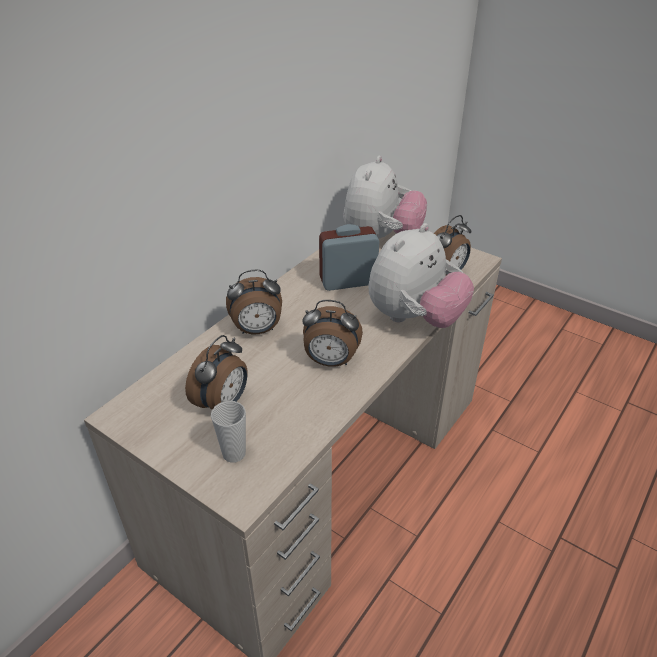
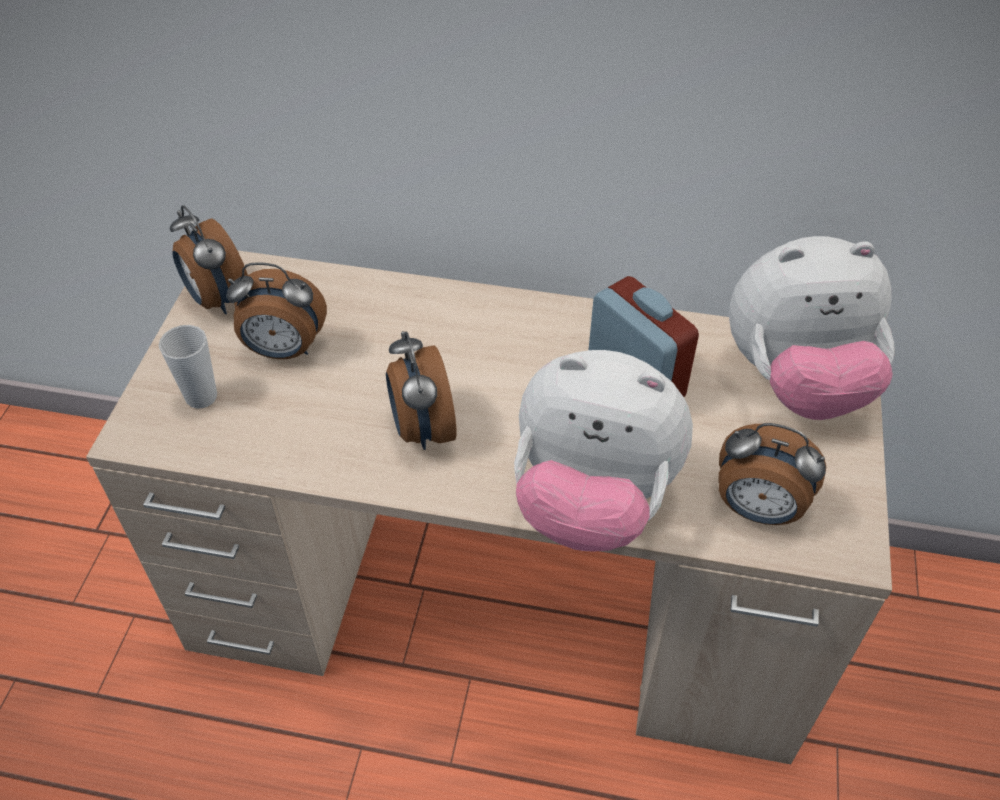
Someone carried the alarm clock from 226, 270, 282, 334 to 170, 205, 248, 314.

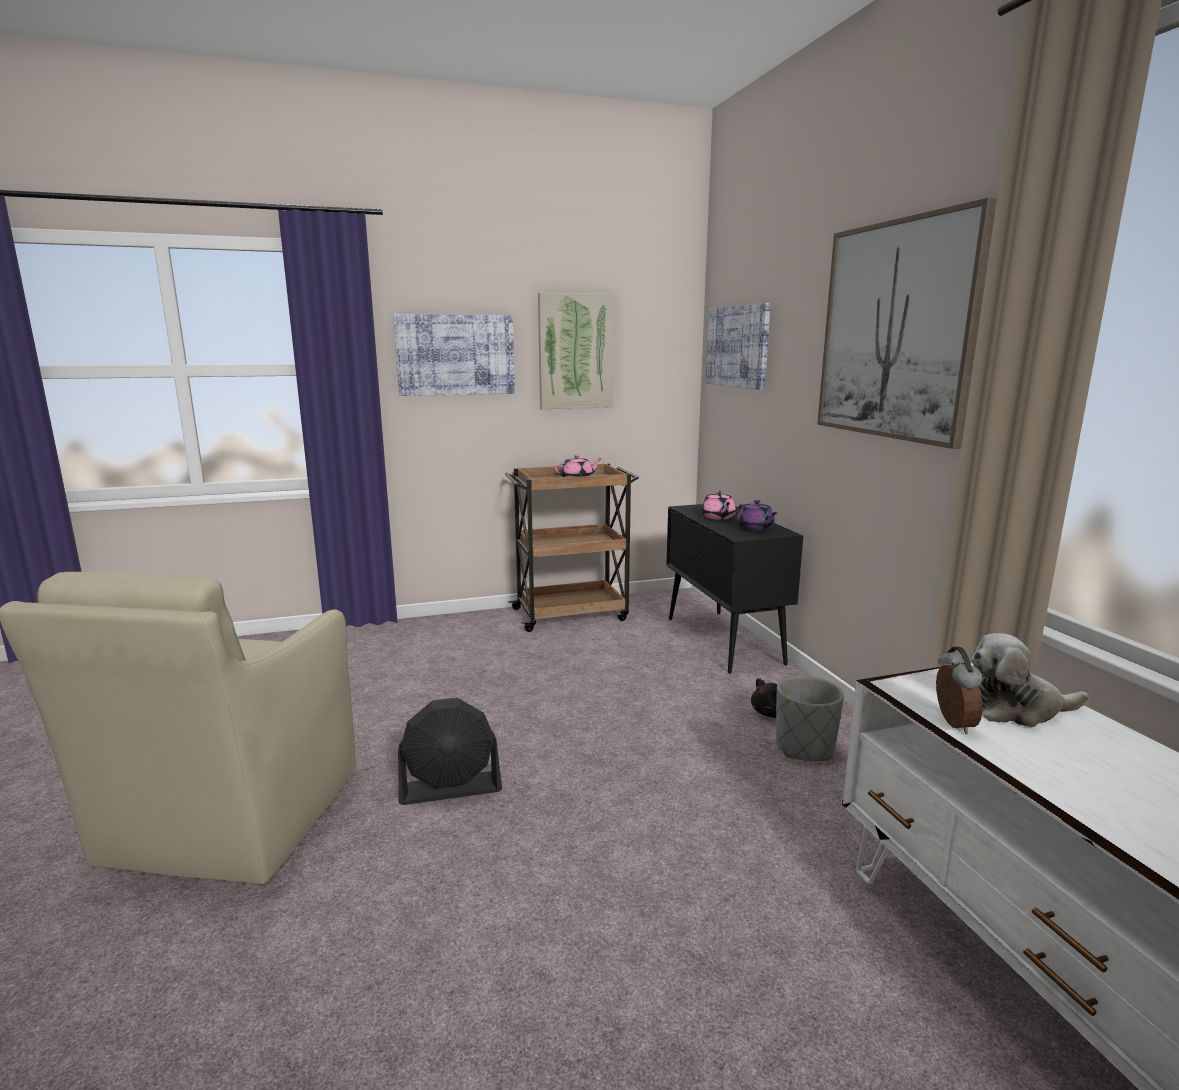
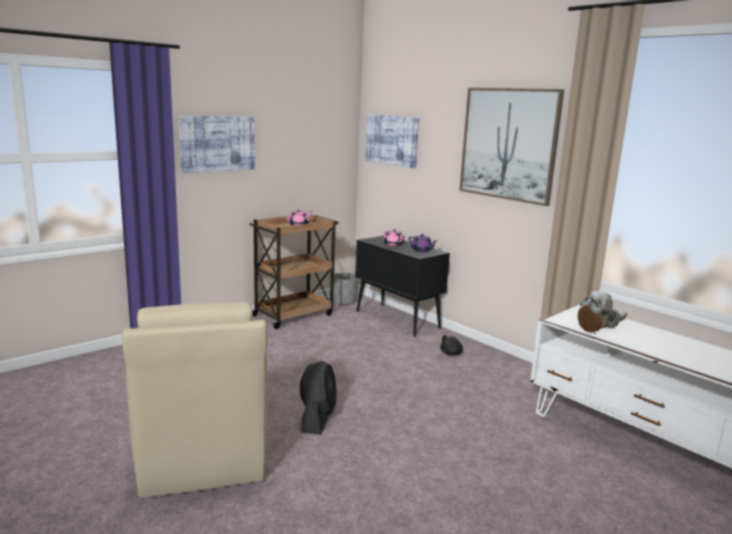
Someone rotated the blackish electric fan at 398, 698, 502, 805 by 45 degrees counterclockwise.
Someone took away the picture at 538, 292, 614, 409.
Someone carried the grey flower pot from 776, 675, 844, 761 to 333, 272, 359, 305.

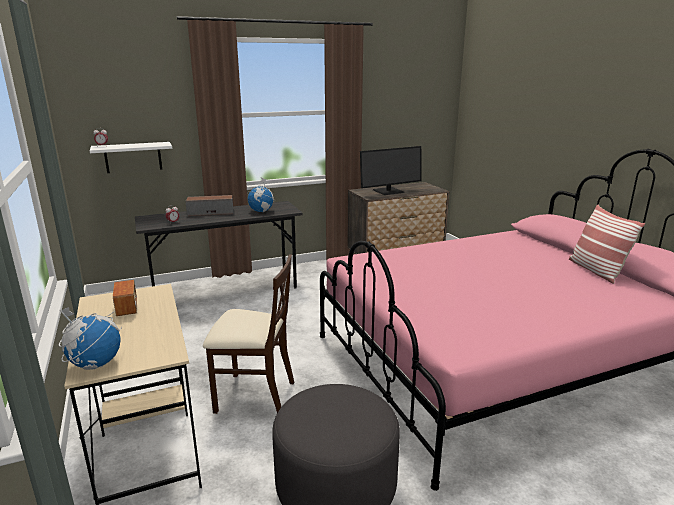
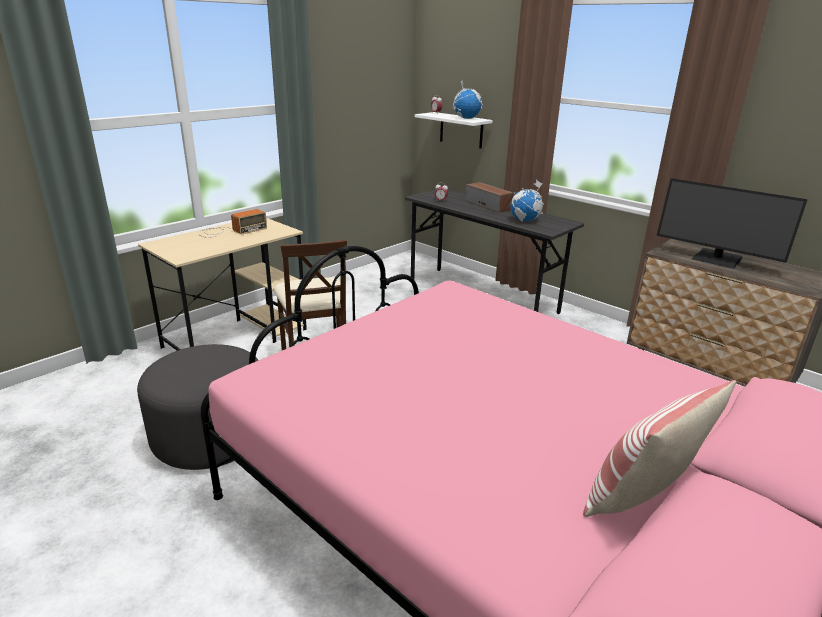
Someone carried the world globe from 59, 307, 120, 370 to 452, 80, 482, 119.

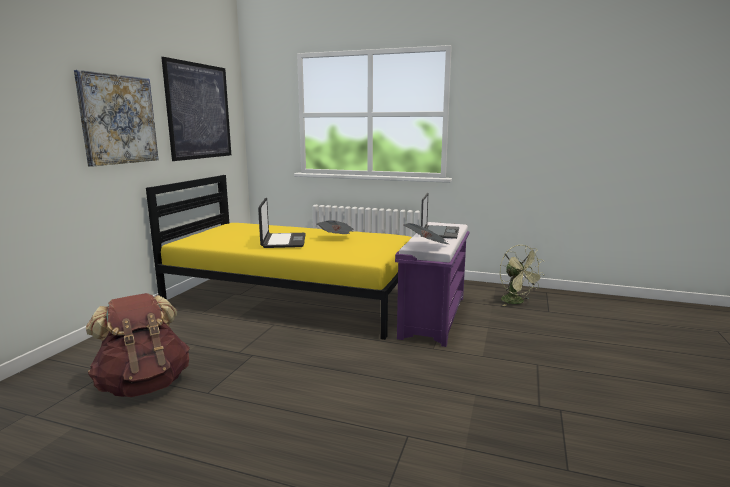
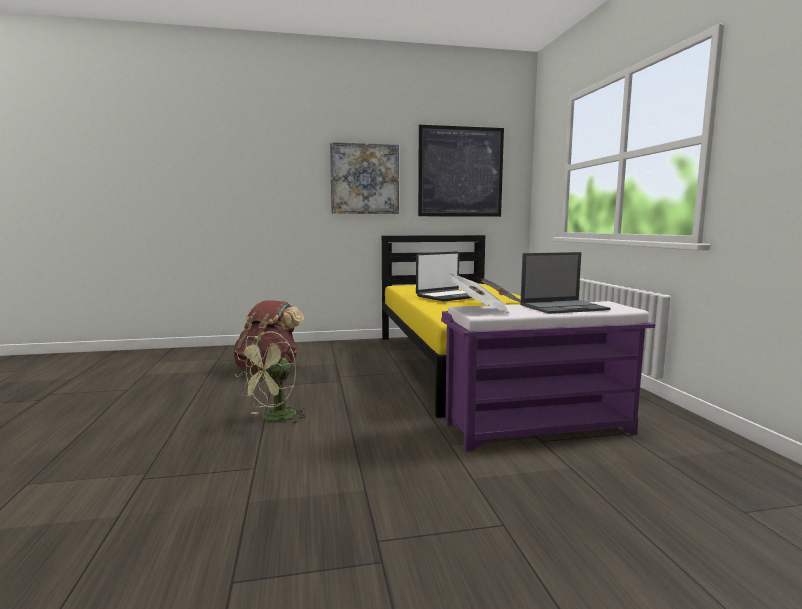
Someone carried the greenish electric fan from 500, 245, 545, 306 to 235, 331, 306, 424.

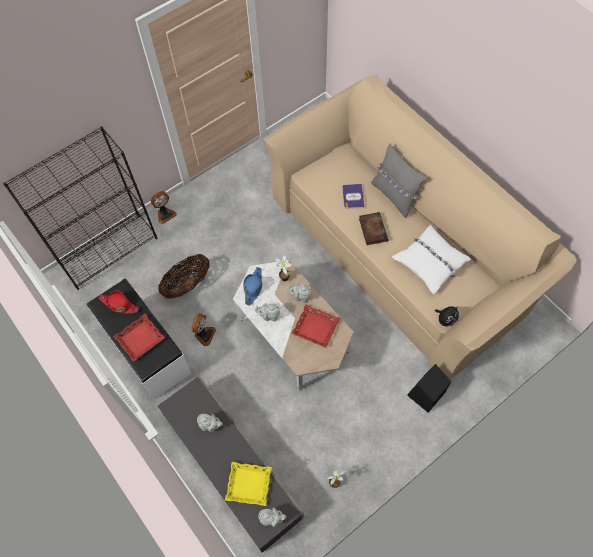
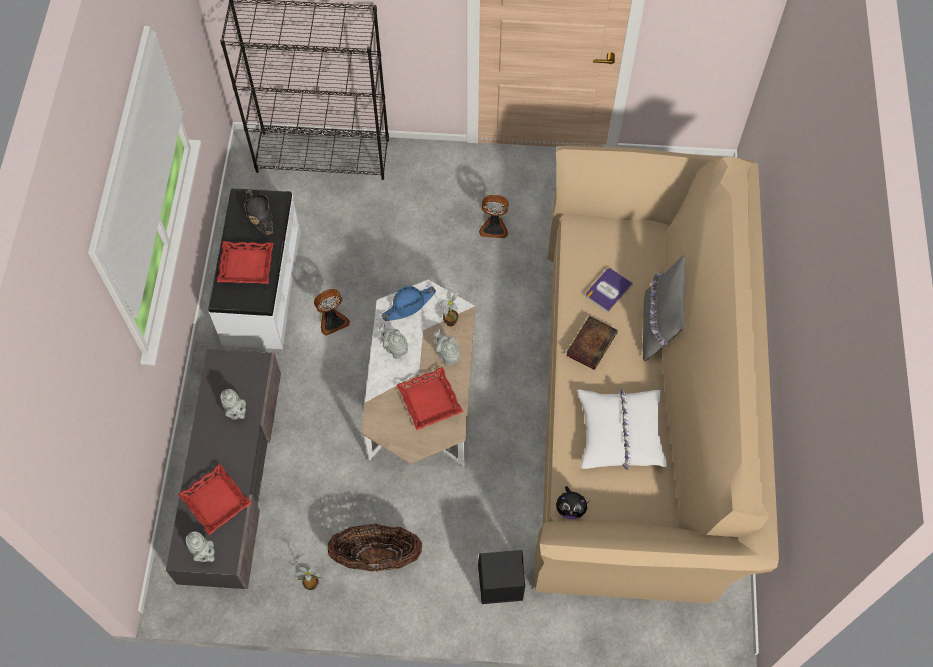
Someone repainted the red wearable hat at 99, 290, 139, 313, which became the blackish wearable hat at 244, 189, 273, 235.
Someone carried the electric fan from 151, 191, 177, 224 to 479, 195, 509, 238.
Someone carried the basket from 158, 254, 210, 299 to 327, 523, 422, 572.
Someone repainted the yellow-coloured serving tray at 225, 462, 272, 506, which became the red serving tray at 178, 464, 251, 535.

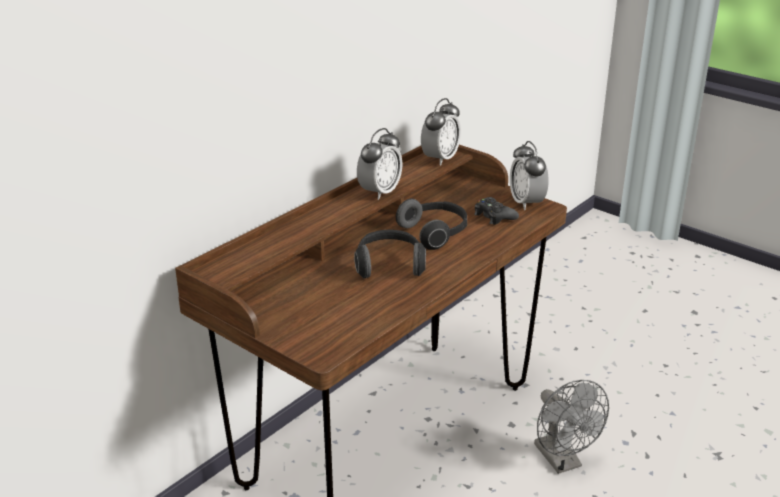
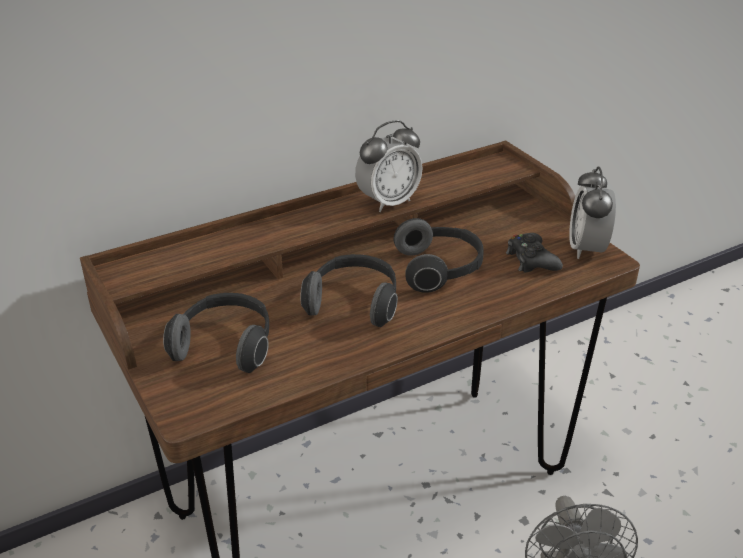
Someone took away the alarm clock at 421, 98, 461, 165.
Someone put down the headphones at 163, 293, 269, 373.

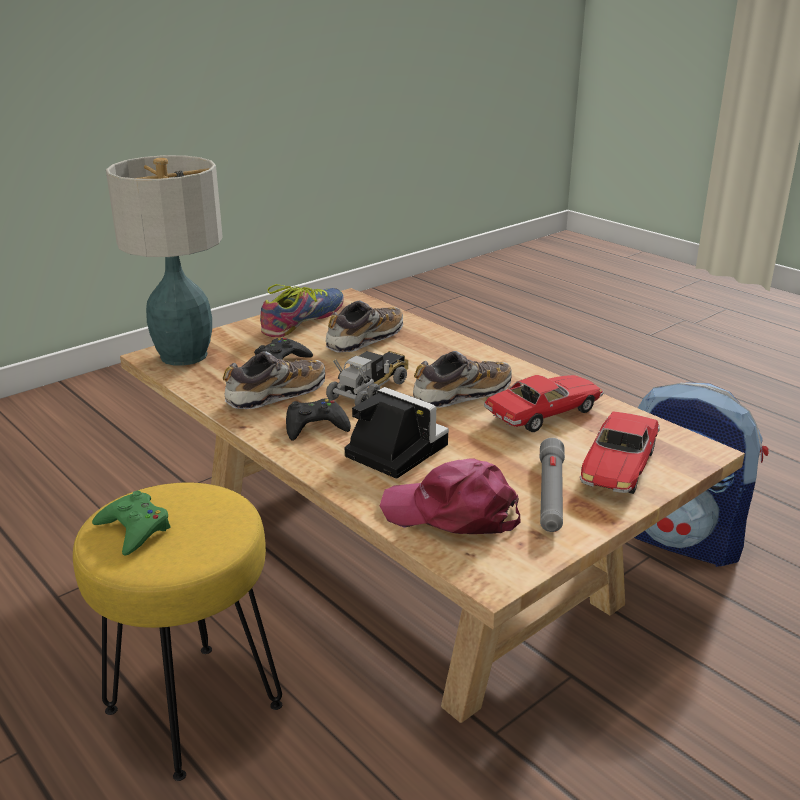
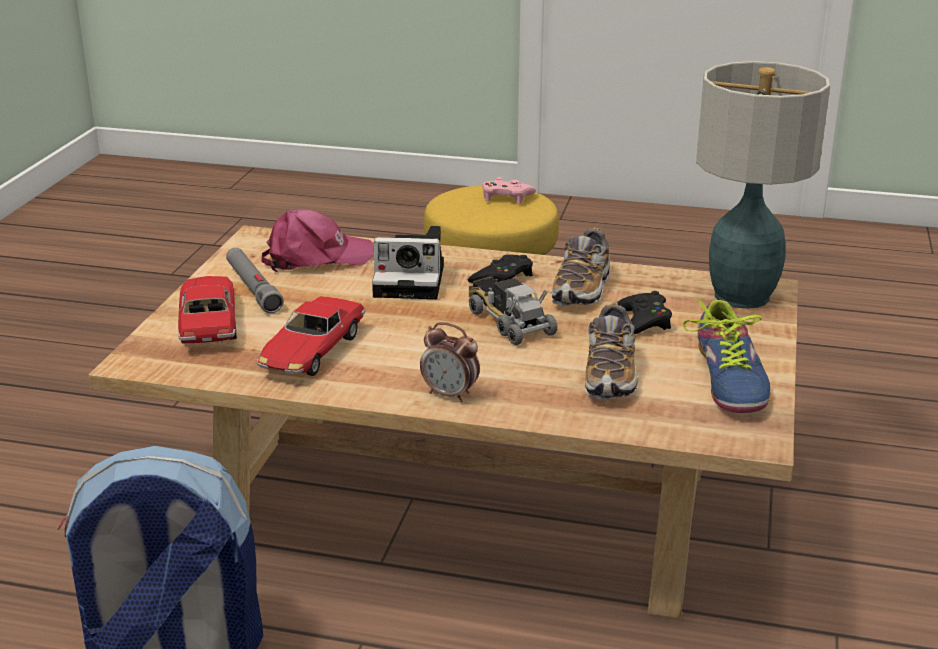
Someone repainted the greenish joypad at 92, 491, 171, 556, which became the pink-coloured joypad at 482, 177, 536, 204.
Someone rotated the toy truck at 326, 351, 408, 406 by 150 degrees clockwise.
Someone took away the shoe at 413, 351, 512, 408.
Someone put down the alarm clock at 420, 322, 480, 403.

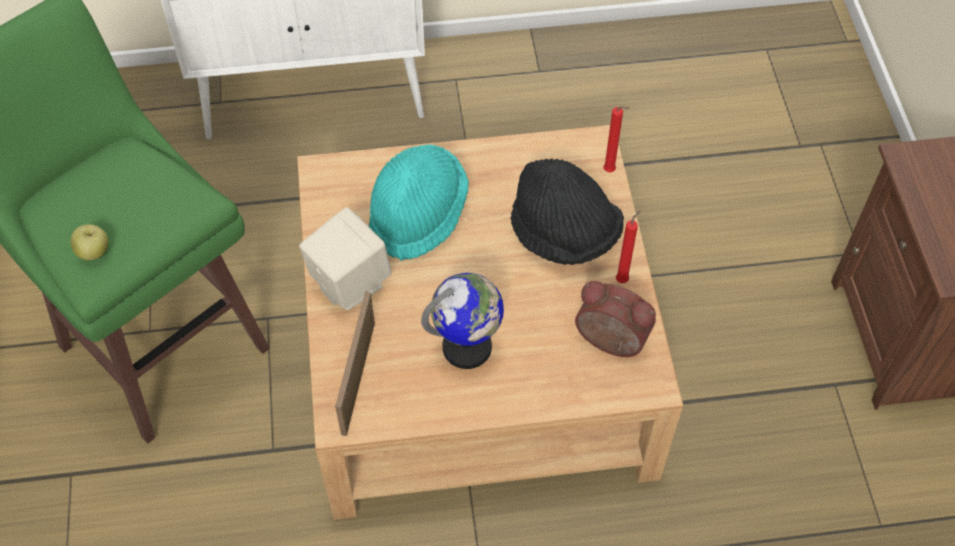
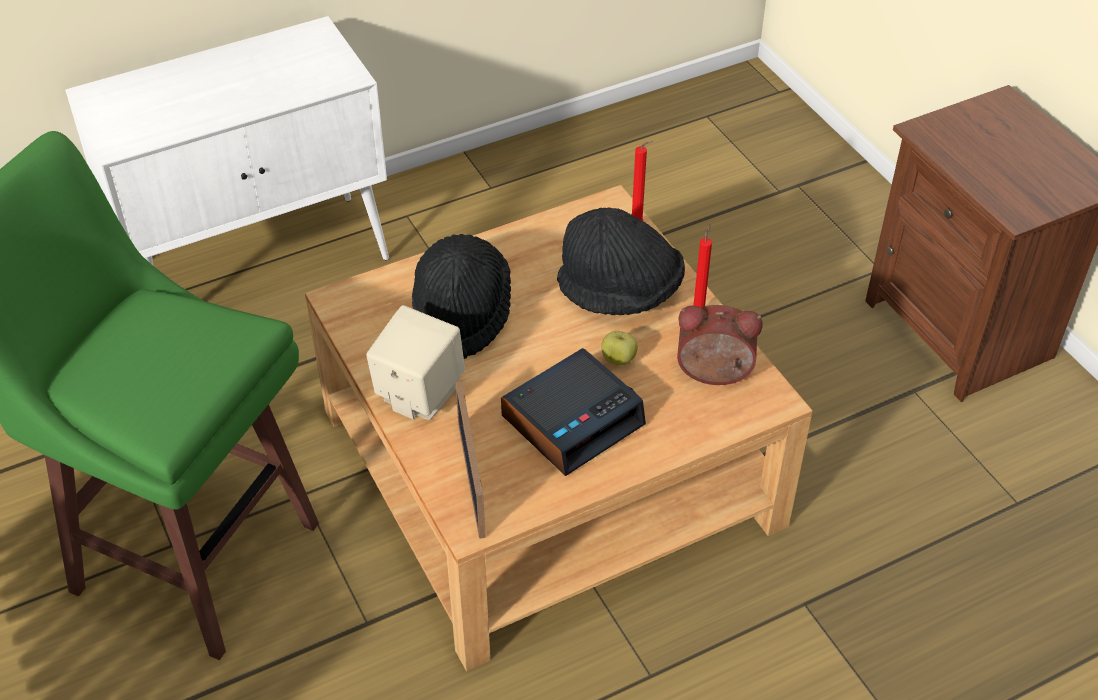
Someone carried the whole apple from 71, 224, 109, 260 to 601, 331, 638, 365.
Someone repainted the turquoise wearable hat at 369, 144, 469, 261, which became the blackish wearable hat at 412, 234, 511, 359.
Someone swapped the world globe at 421, 273, 504, 369 for the alarm clock at 501, 348, 646, 476.

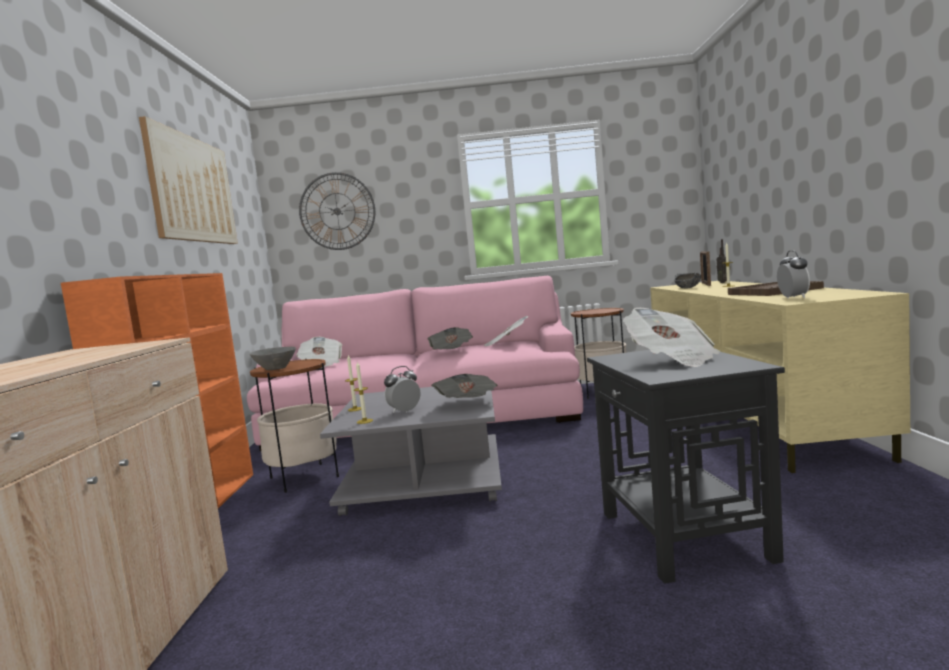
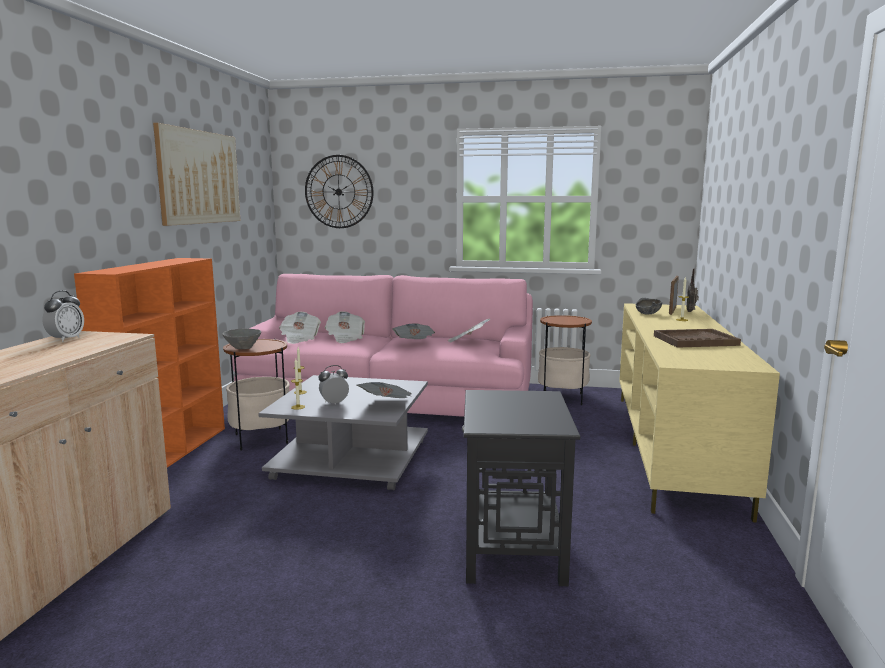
Someone carried the newspaper from 623, 308, 720, 367 to 325, 311, 365, 343.
Someone carried the alarm clock from 777, 250, 810, 299 to 42, 290, 84, 342.

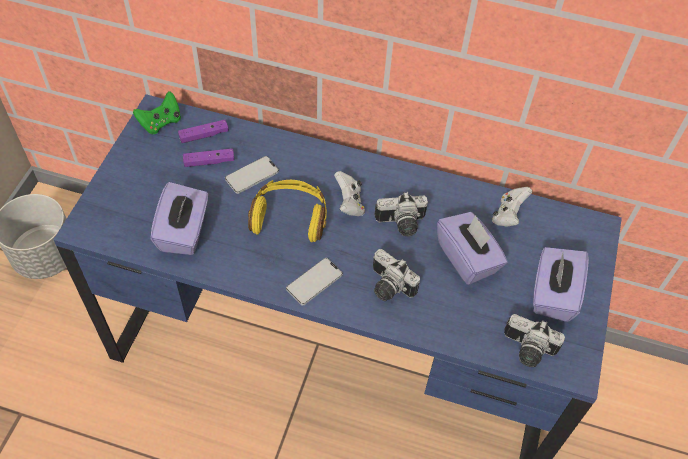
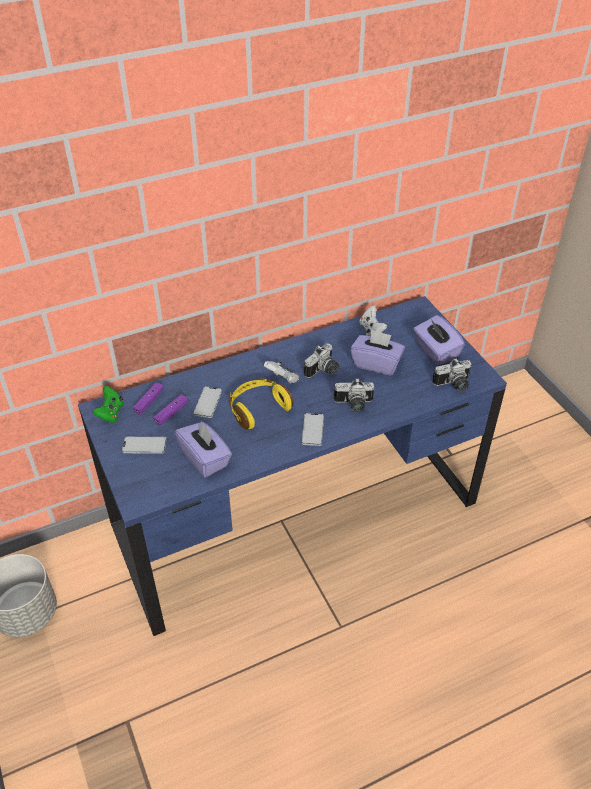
Someone put down the telephone at 122, 437, 167, 454.

